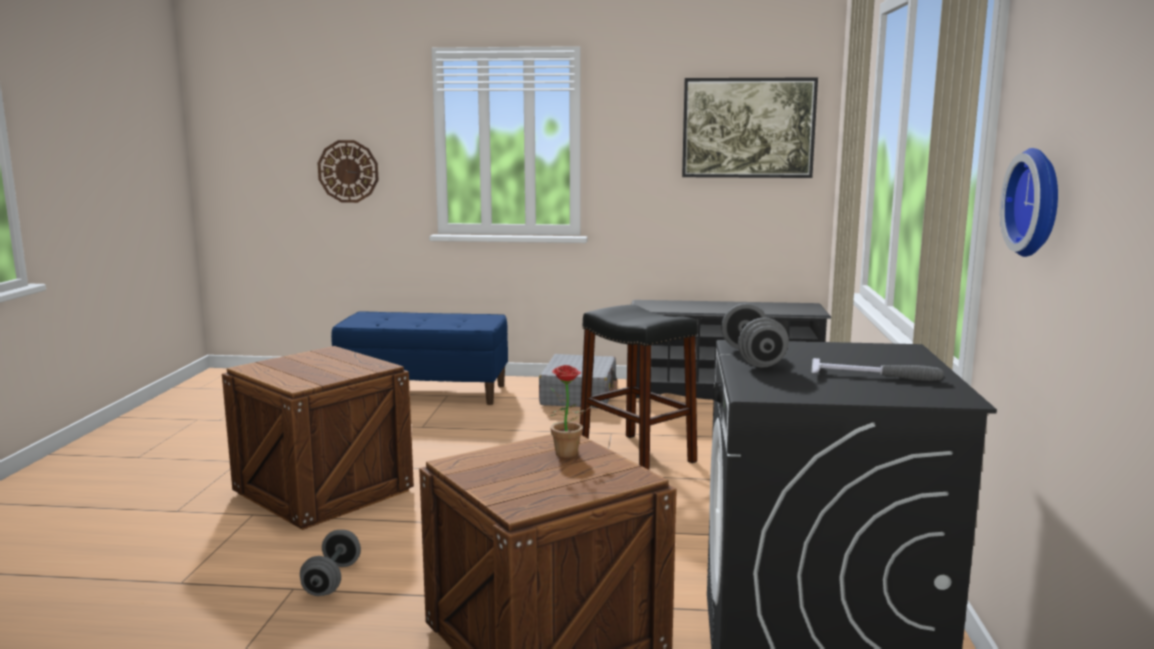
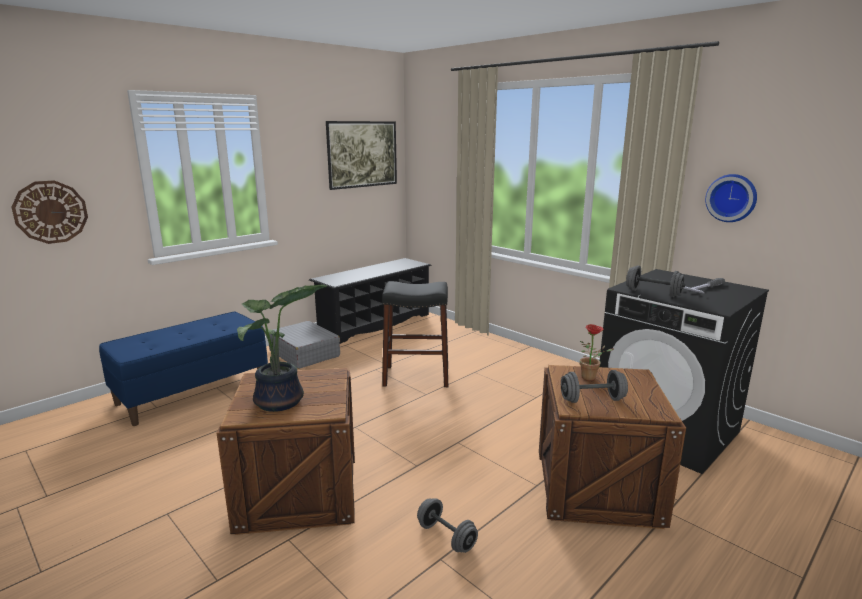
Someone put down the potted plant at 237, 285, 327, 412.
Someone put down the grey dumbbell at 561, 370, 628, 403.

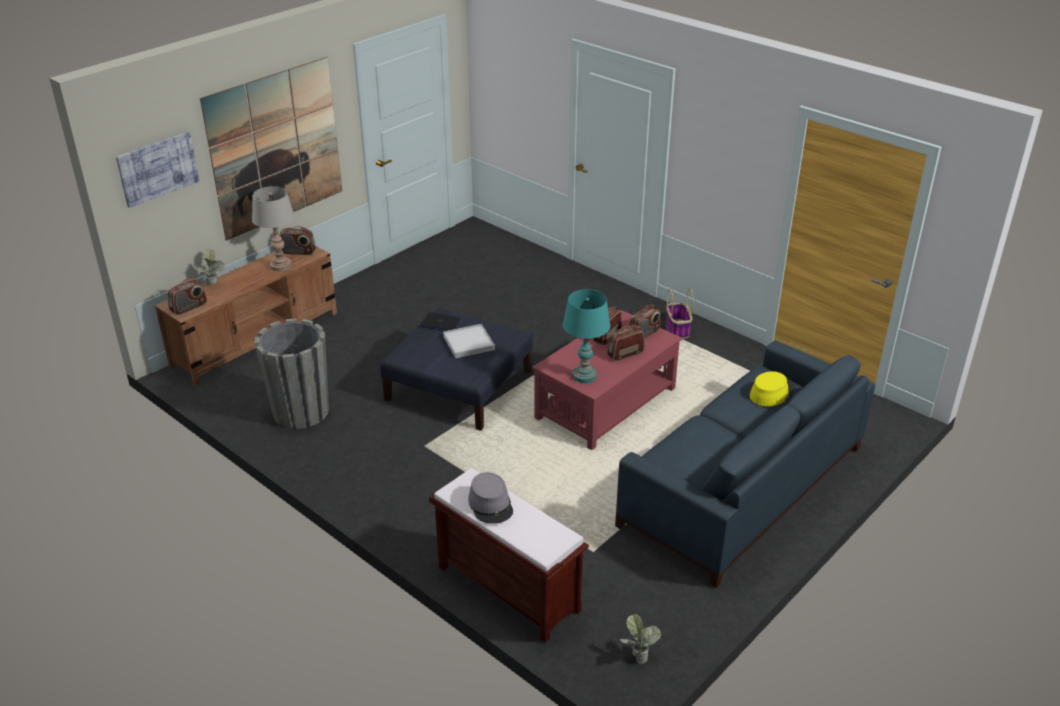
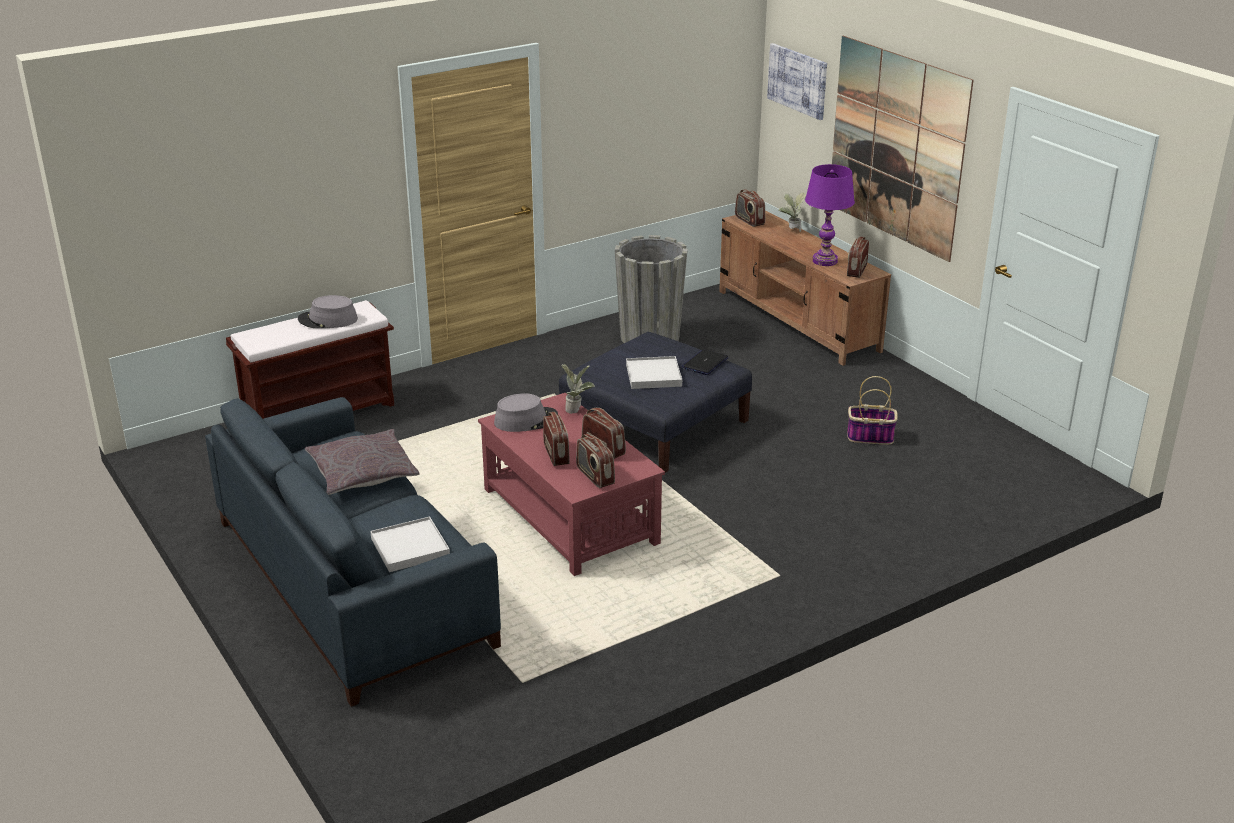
Someone repainted the grey table lamp at 252, 186, 295, 271, which became the purplish table lamp at 805, 164, 855, 266.
Someone swapped the turquoise table lamp at 563, 289, 610, 383 for the grey wearable hat at 494, 393, 558, 432.
Someone carried the potted plant from 620, 614, 661, 664 to 561, 364, 595, 414.
Someone carried the basket from 666, 288, 694, 339 to 847, 376, 898, 445.
Someone swapped the yellow-coloured wearable hat at 750, 371, 795, 406 for the white-coloured serving tray at 370, 517, 450, 572.
Someone put down the grey pillow at 305, 429, 419, 495.

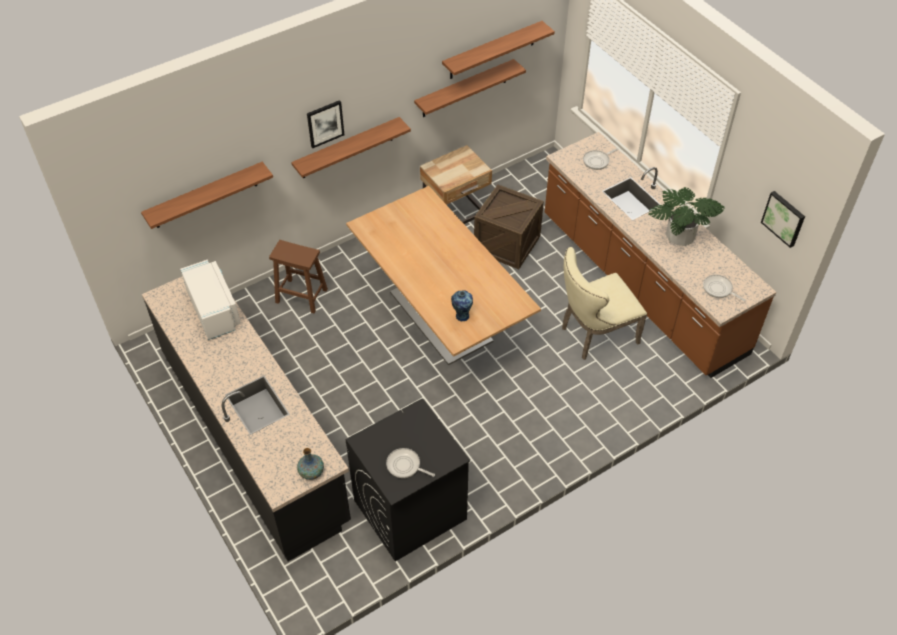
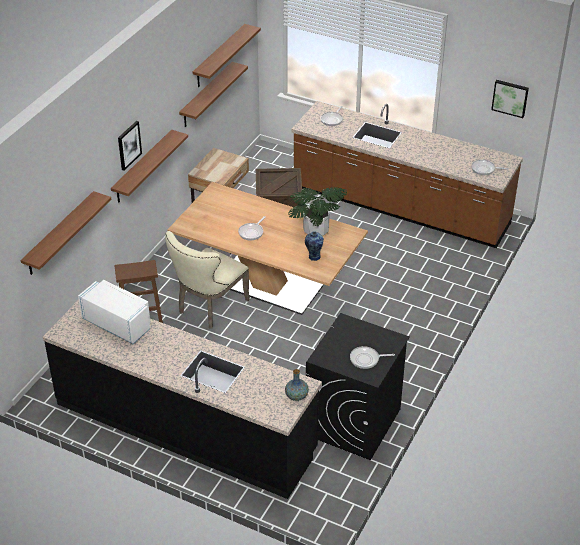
Someone carried the beige upright chair from 562, 247, 647, 360 to 165, 231, 250, 329.
Someone carried the potted plant from 649, 187, 725, 246 to 288, 187, 347, 236.
Someone put down the skillet at 238, 216, 266, 240.

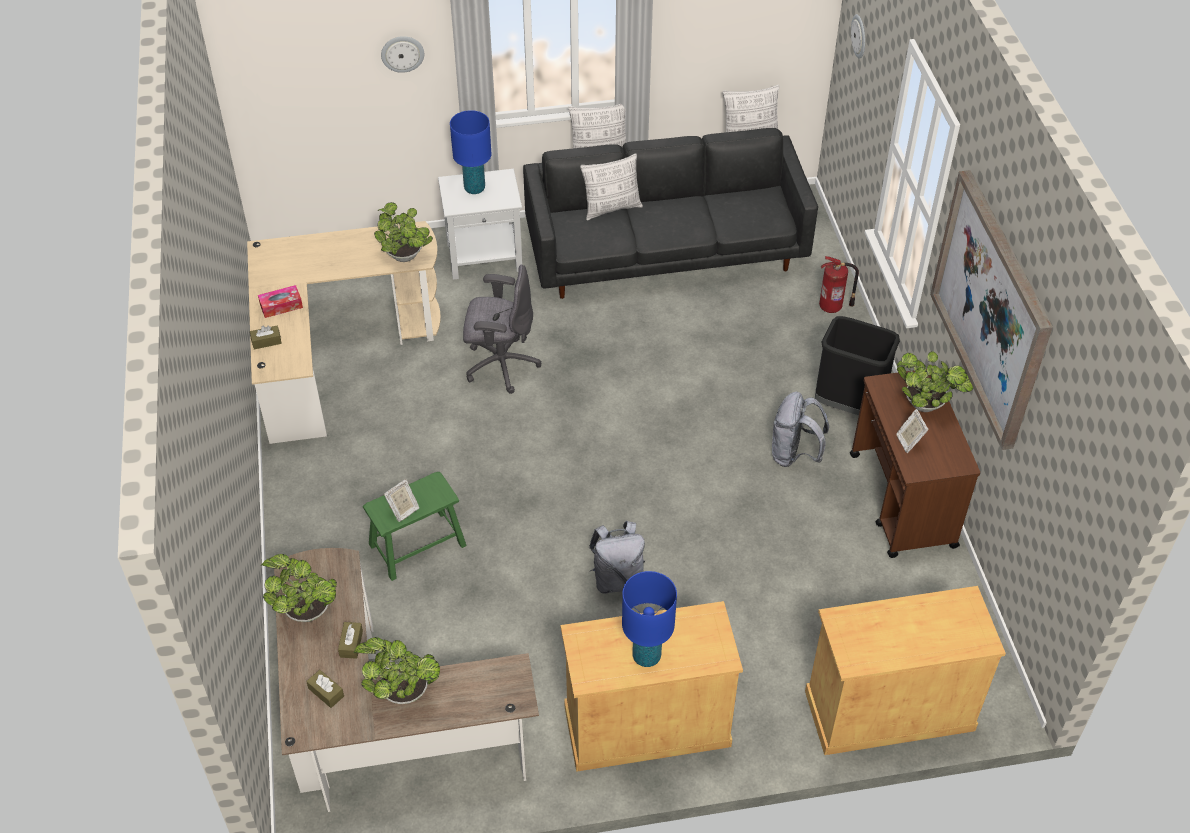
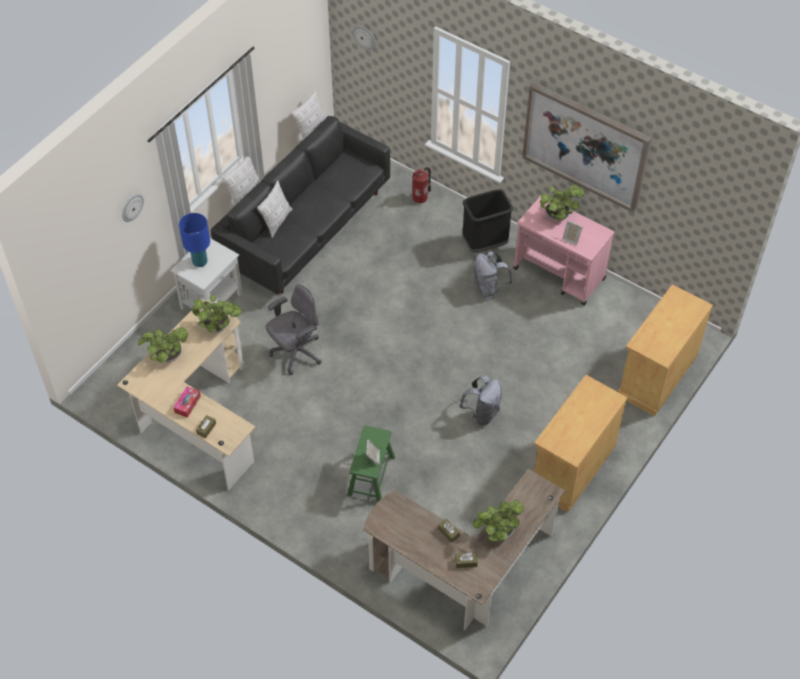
Someone carried the potted plant from 260, 554, 337, 622 to 138, 327, 188, 363.
Someone took away the blue-coloured table lamp at 622, 571, 677, 667.
Someone repainted the brownish wheeled cart at 850, 369, 980, 558, which became the pink-coloured wheeled cart at 513, 196, 615, 305.

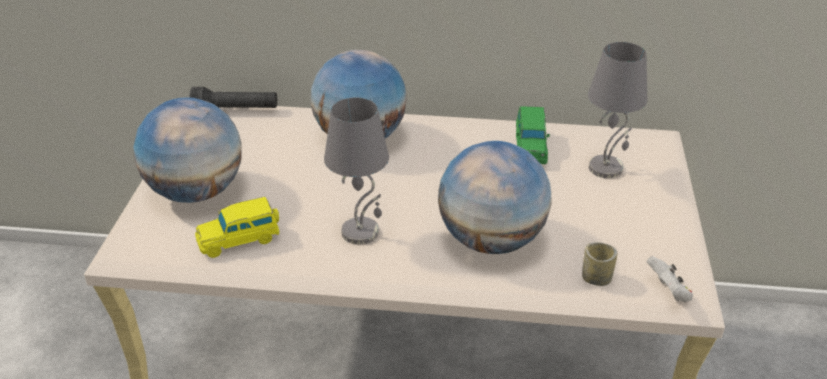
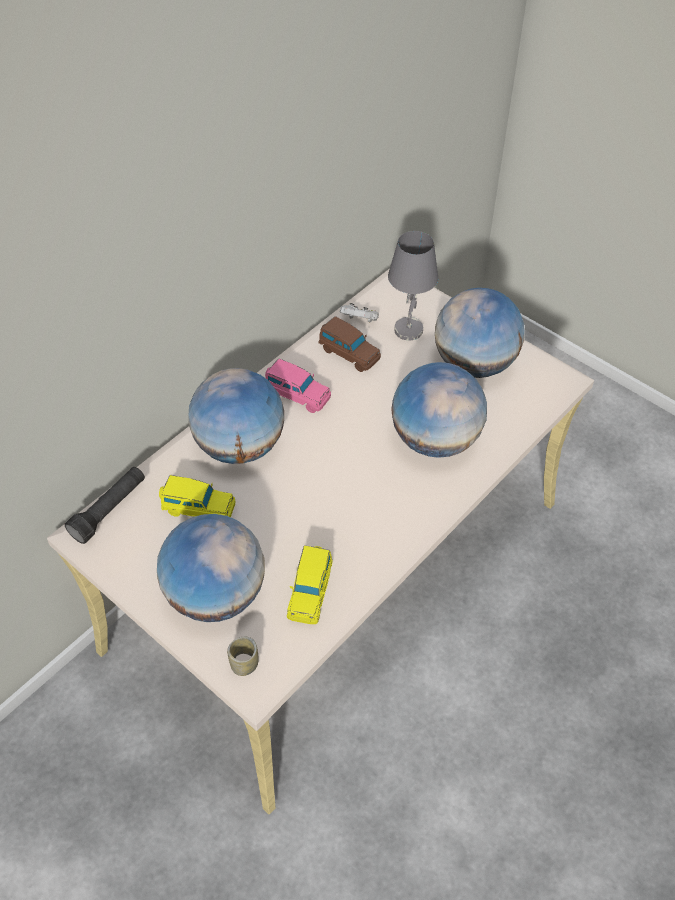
Someone took away the grey table lamp at 324, 98, 389, 245.
Someone repainted the greenish miniature car at 516, 106, 550, 164, which became the brownish miniature car at 319, 316, 381, 372.
Someone carried the drinking cup from 582, 242, 617, 286 to 227, 637, 258, 676.
Someone carried the white-coloured joypad from 647, 256, 693, 302 to 340, 303, 379, 323.
Someone put down the yellow-coloured miniature car at 159, 475, 235, 517.
Someone put down the pink-coloured miniature car at 265, 359, 331, 413.
Someone put down the world globe at 435, 288, 525, 378.

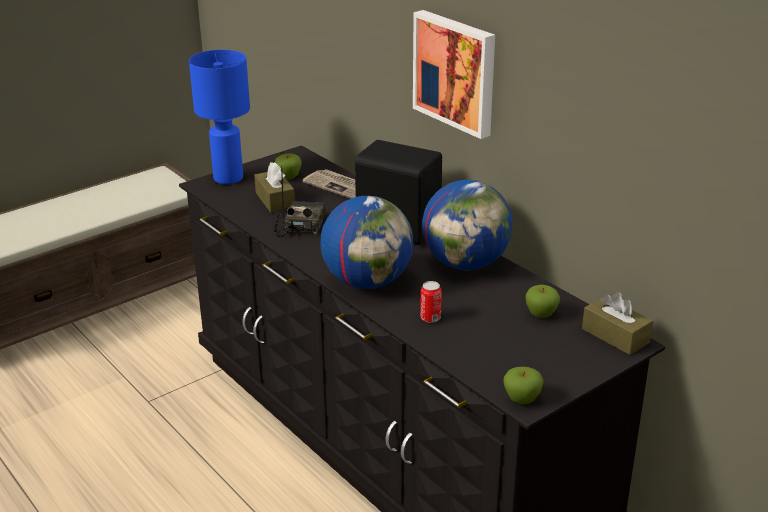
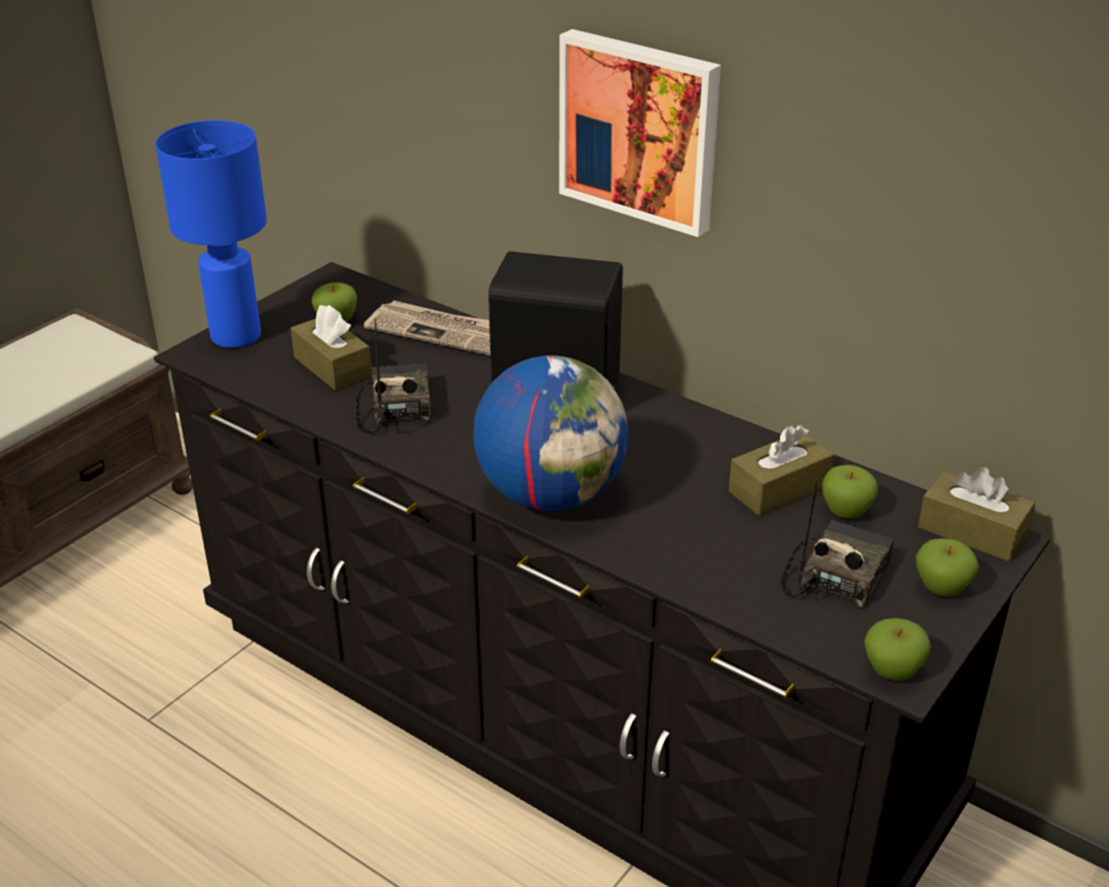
Someone took away the sealed can at 420, 281, 442, 323.
Someone took away the world globe at 422, 180, 513, 270.
Someone put down the brownish tissue holder at 729, 425, 834, 516.
Someone put down the radio receiver at 781, 478, 894, 608.
Someone put down the whole apple at 916, 538, 979, 596.

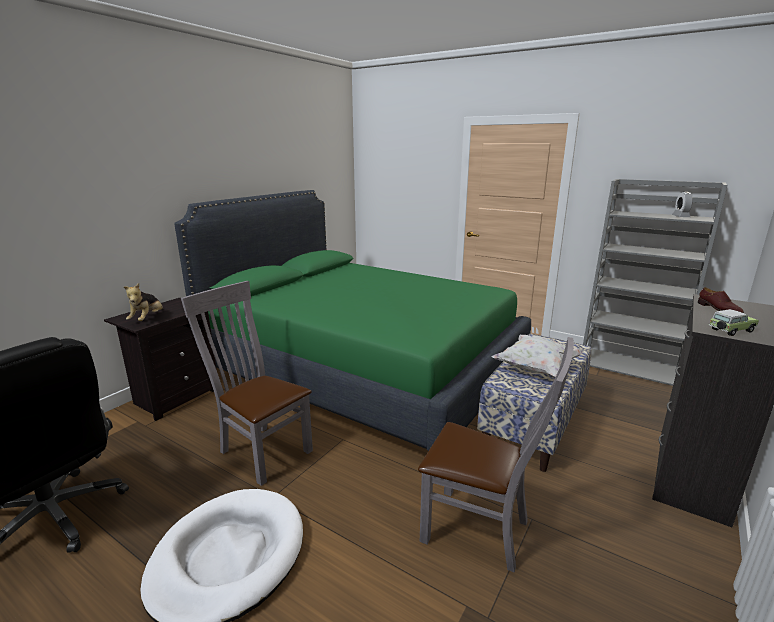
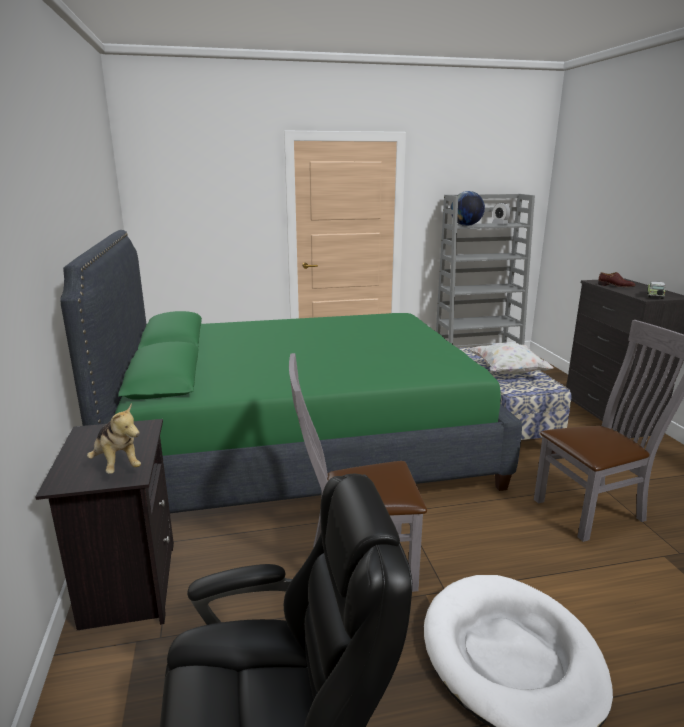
Someone put down the world globe at 451, 191, 485, 226.

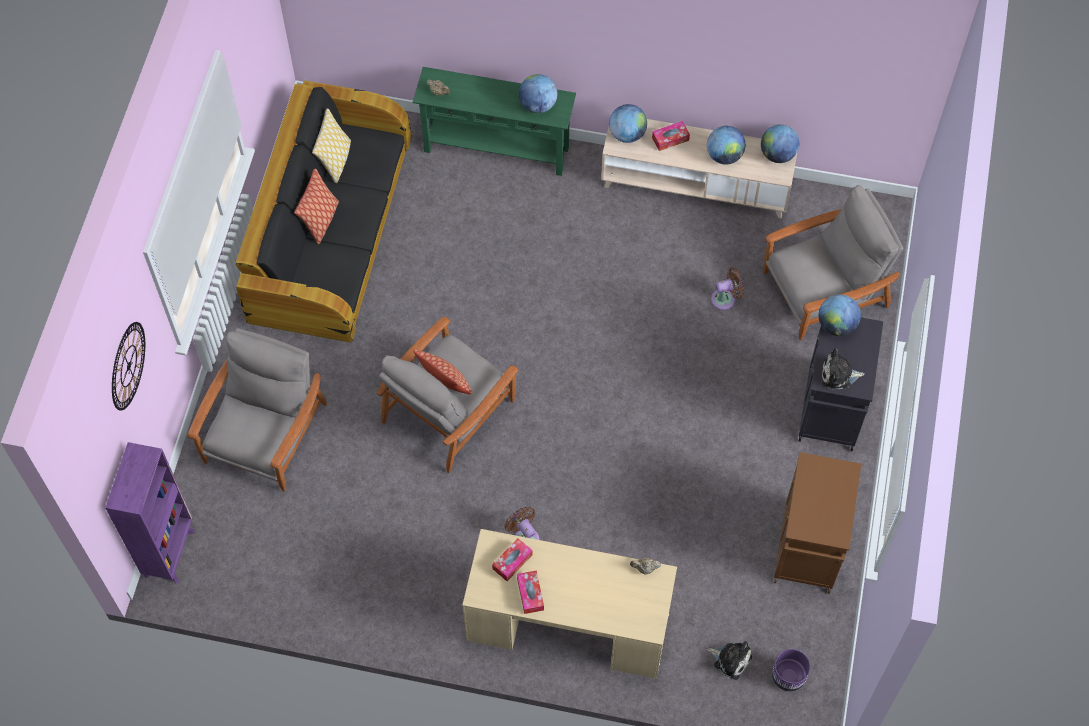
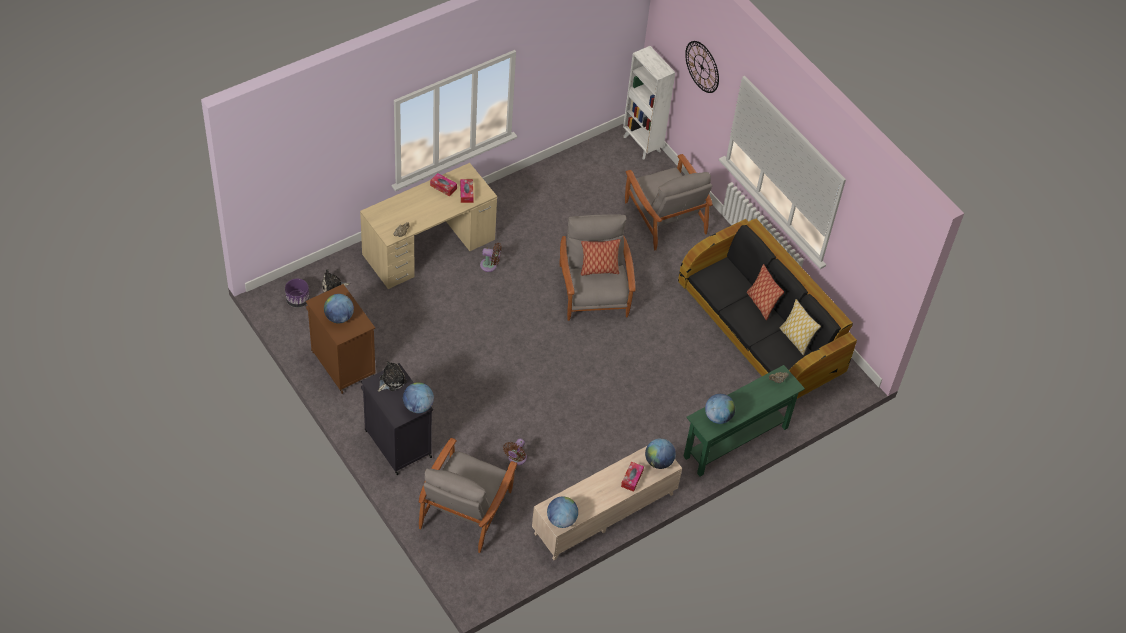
Someone repainted the purplish bookcase at 105, 442, 195, 584, which became the white-coloured bookcase at 623, 46, 676, 160.
Someone carried the world globe from 707, 126, 745, 165 to 324, 294, 354, 323.

